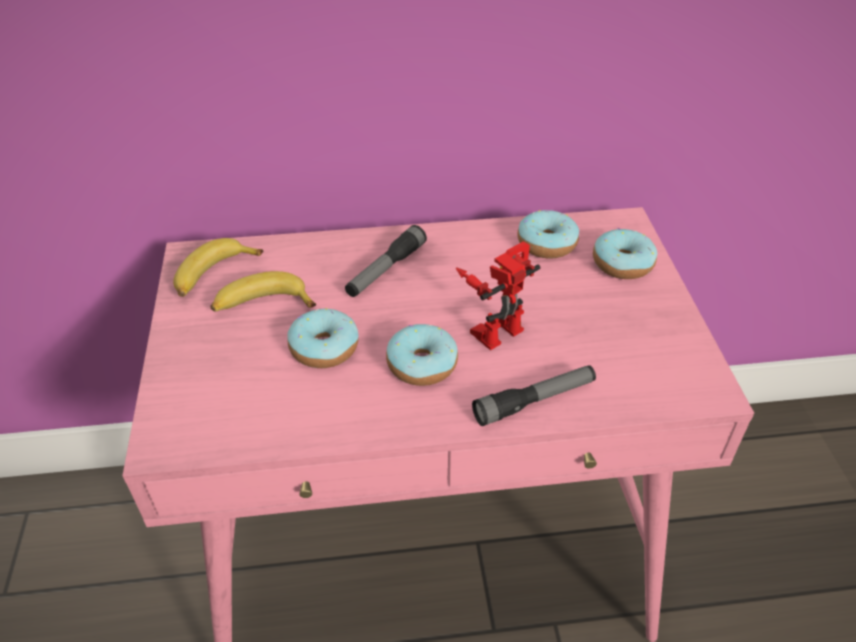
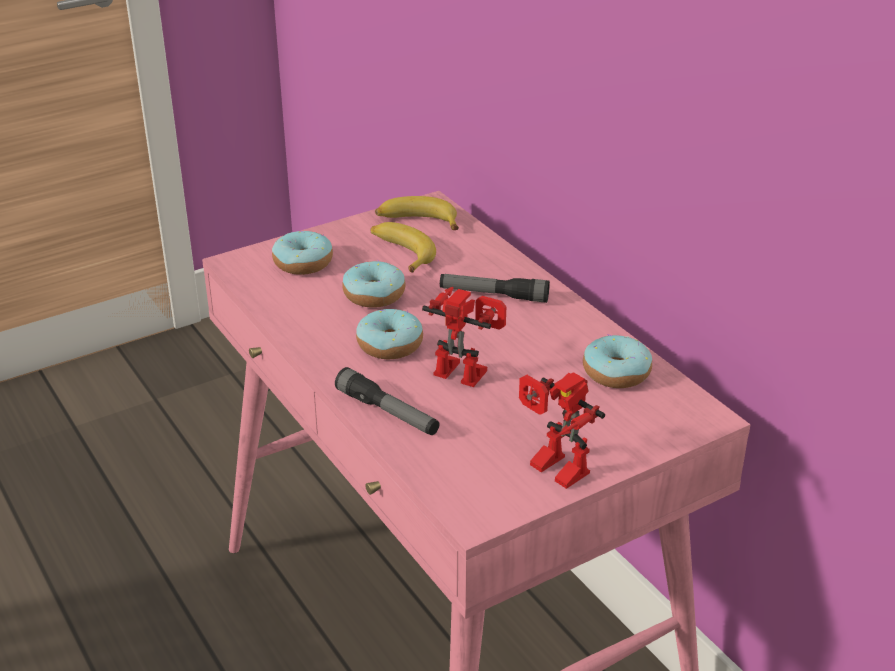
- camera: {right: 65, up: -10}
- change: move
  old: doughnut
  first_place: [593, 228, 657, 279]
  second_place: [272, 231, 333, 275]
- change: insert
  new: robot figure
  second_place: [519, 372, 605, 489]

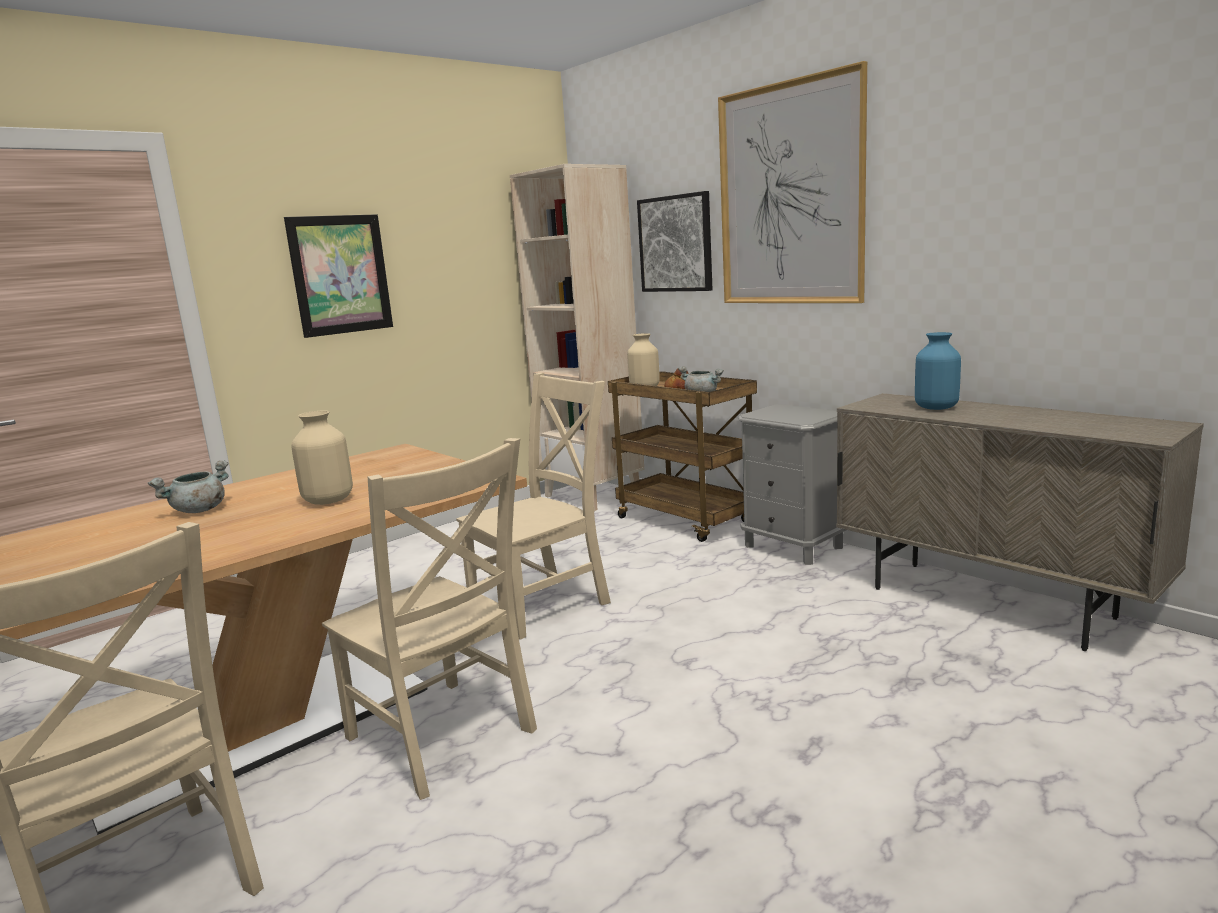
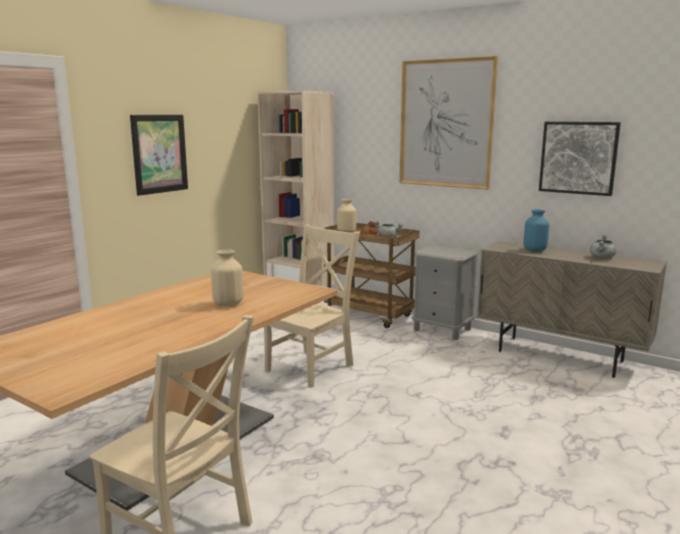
- camera: {right: -15, up: 0}
- change: move
  old: wall art
  first_place: [637, 191, 713, 292]
  second_place: [539, 122, 621, 196]
- change: move
  old: grey stockpot
  first_place: [148, 460, 229, 513]
  second_place: [590, 235, 616, 259]
- change: delete
  old: beige chair
  first_place: [322, 438, 537, 800]

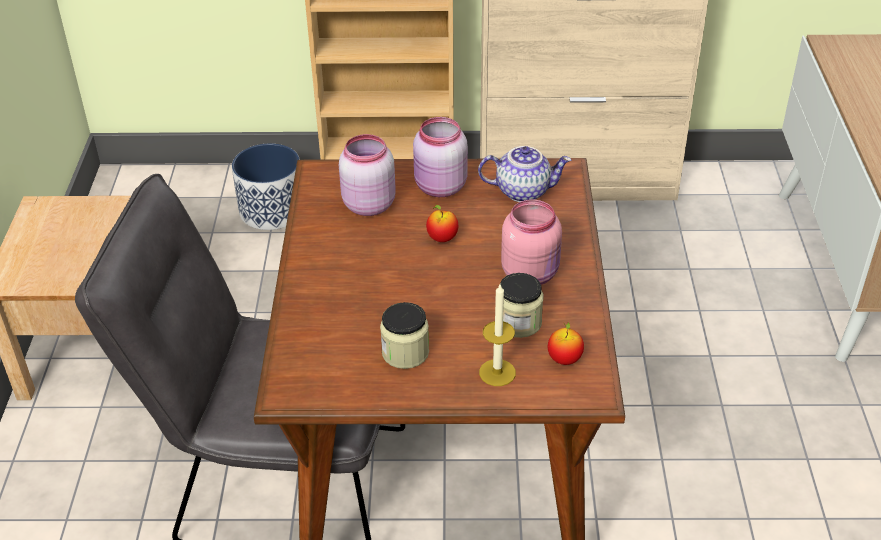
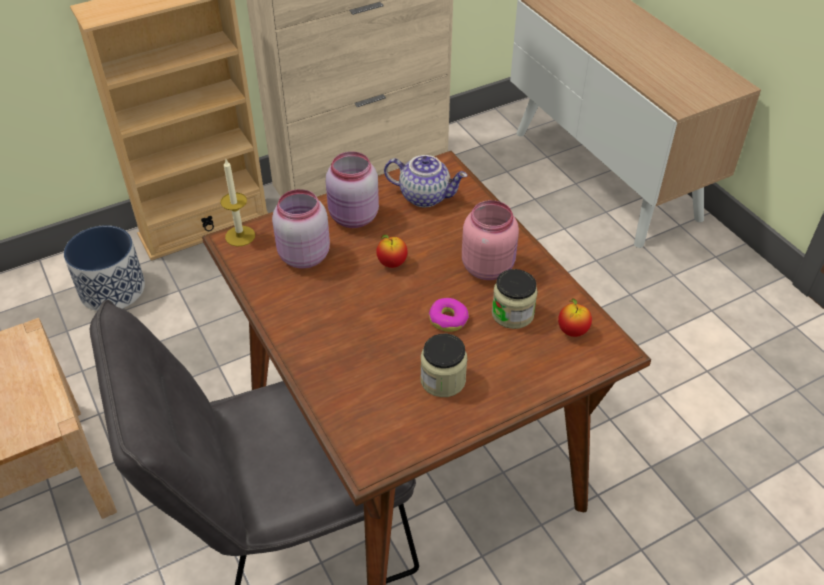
- camera: {right: -30, up: 5}
- change: move
  old: candle
  first_place: [479, 284, 516, 386]
  second_place: [220, 159, 255, 247]
- change: rotate
  old: pot for tea
  first_place: [478, 146, 572, 202]
  second_place: [384, 155, 468, 207]
  degrees: 45
- change: insert
  new: doughnut
  second_place: [429, 298, 469, 332]

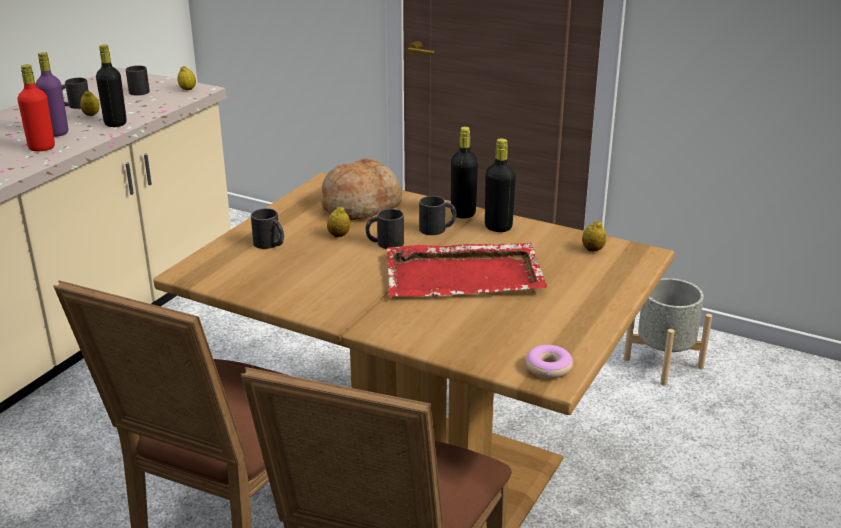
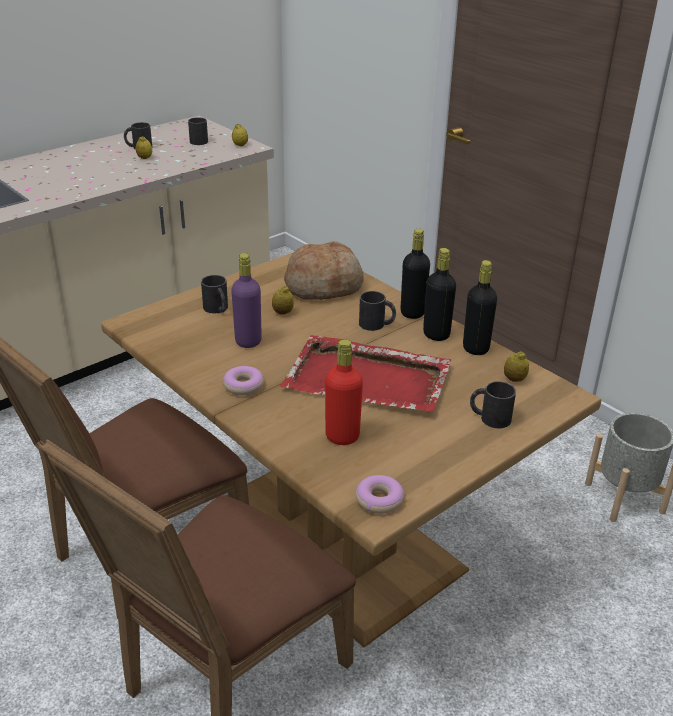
- camera: {right: 20, up: 5}
- change: insert
  new: doughnut
  second_place: [223, 366, 264, 395]
- change: move
  old: purplish bottle
  first_place: [36, 52, 68, 137]
  second_place: [231, 253, 262, 348]
- change: move
  old: red bottle
  first_place: [17, 65, 55, 152]
  second_place: [325, 340, 363, 445]
- change: move
  old: blackish bottle
  first_place: [96, 44, 127, 127]
  second_place: [463, 260, 497, 355]
- change: move
  old: blackish tea mug
  first_place: [365, 209, 404, 249]
  second_place: [470, 381, 516, 428]

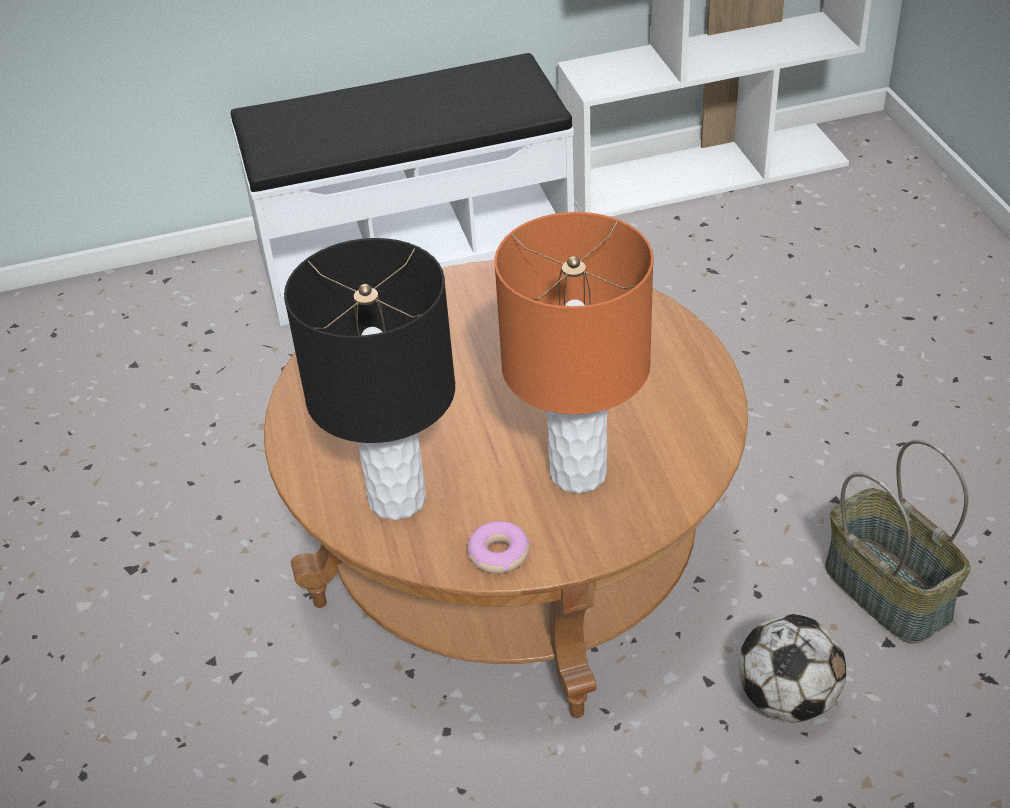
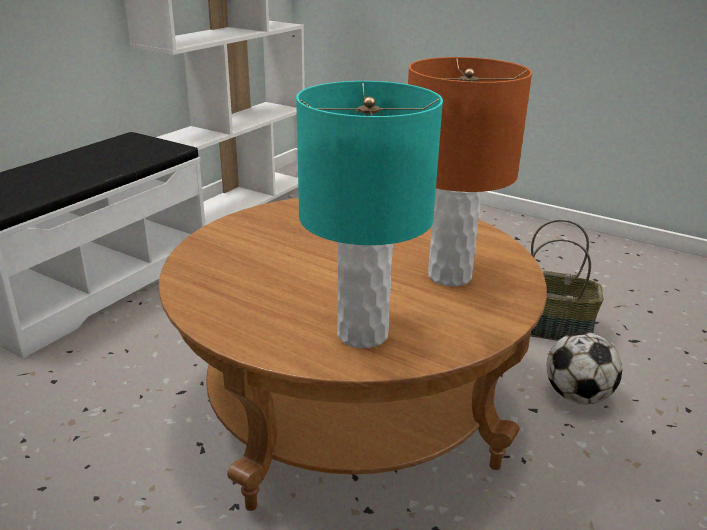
- camera: {right: -45, up: -15}
- change: recolor
  old: blackish table lamp
  new: blue-green table lamp
  first_place: [284, 238, 455, 520]
  second_place: [296, 81, 443, 348]
- change: delete
  old: doughnut
  first_place: [467, 521, 530, 574]

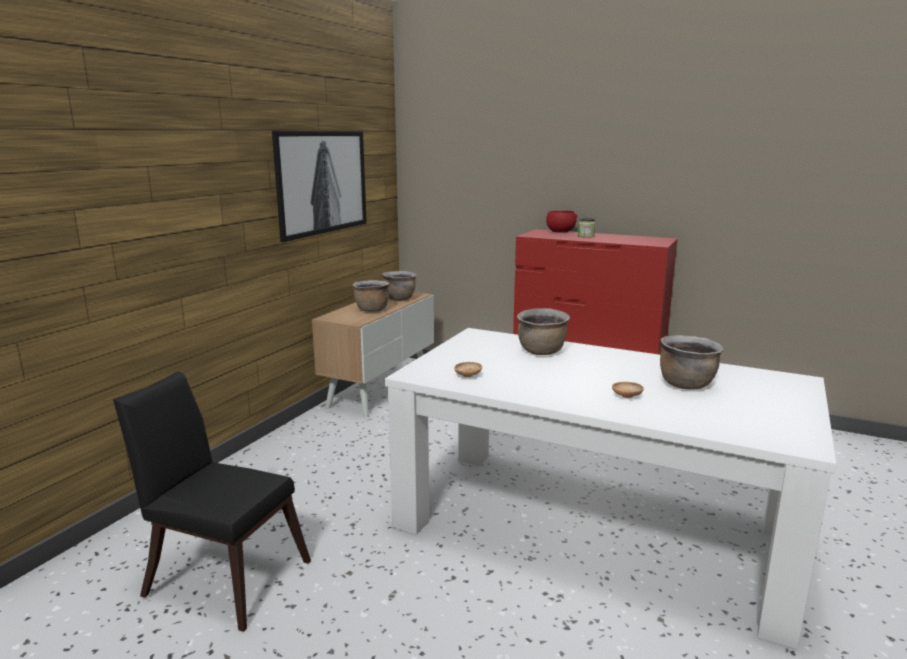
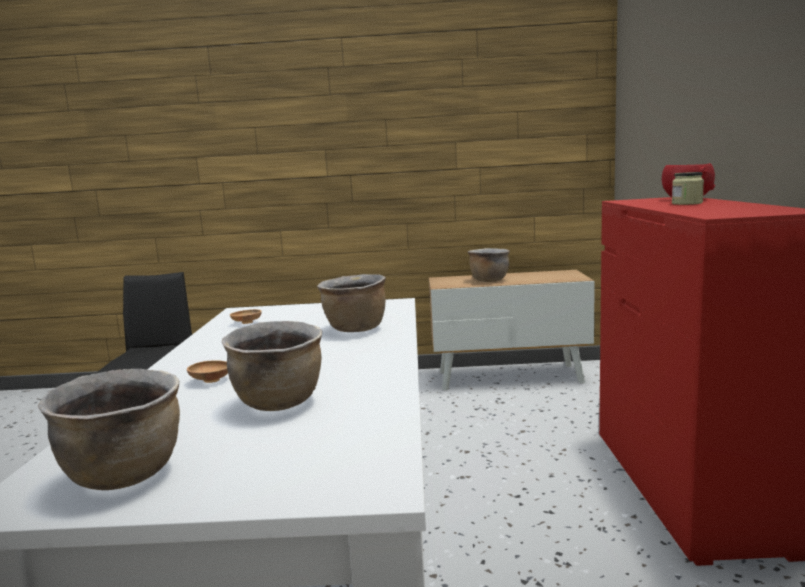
- camera: {right: 65, up: -5}
- change: move
  old: brownish stockpot
  first_place: [382, 271, 416, 301]
  second_place: [38, 369, 180, 490]
- change: delete
  old: wall art
  first_place: [272, 131, 367, 242]

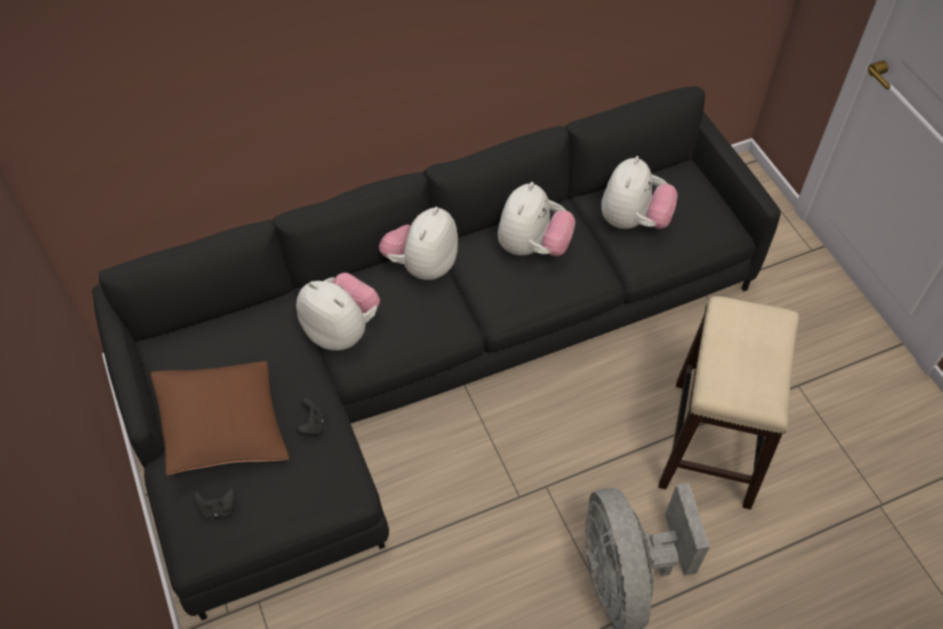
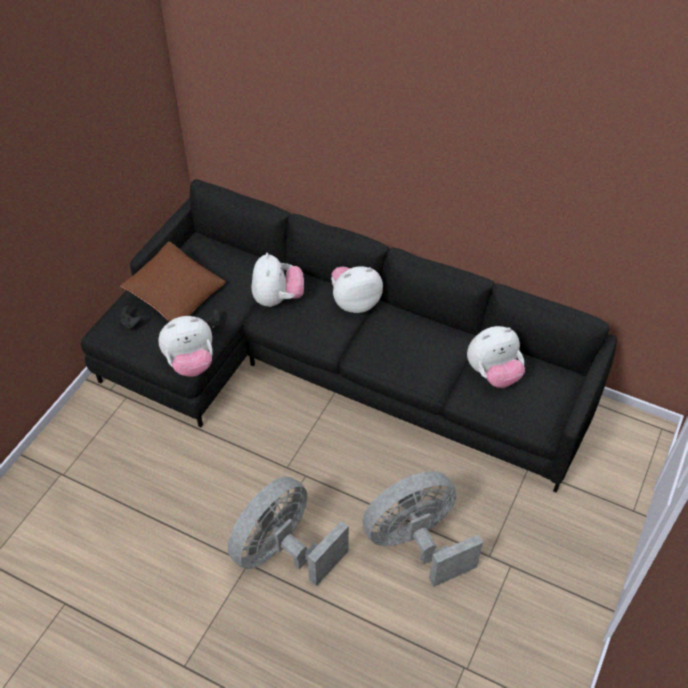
- camera: {right: 50, up: -5}
- change: move
  old: plush toy
  first_place: [498, 182, 576, 256]
  second_place: [158, 316, 213, 377]
- change: replace
  old: stool
  new: grey fan
  first_place: [658, 296, 799, 509]
  second_place: [362, 471, 483, 587]

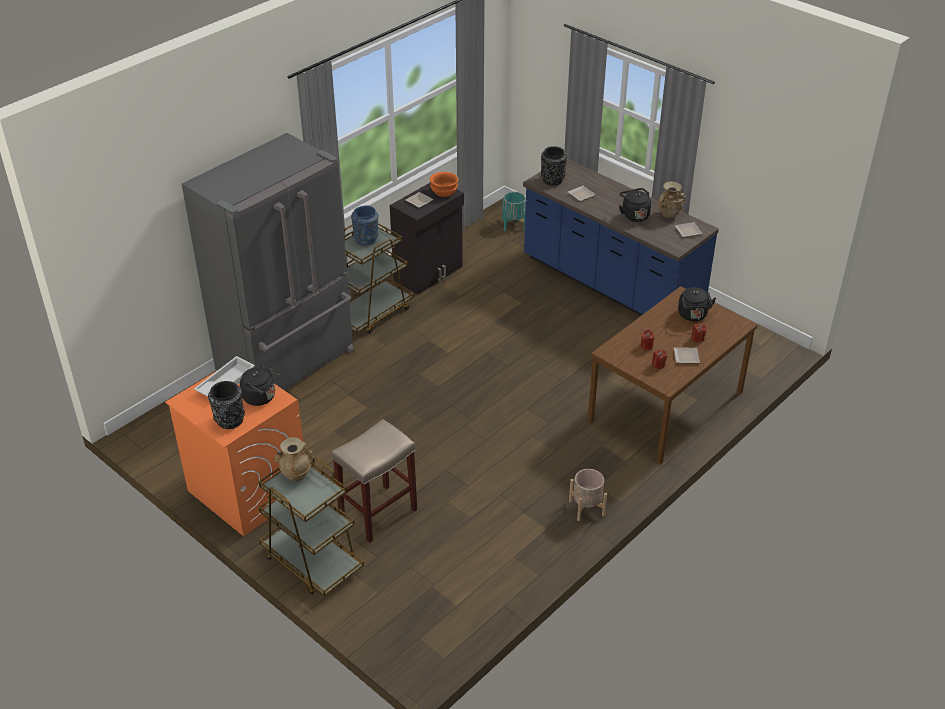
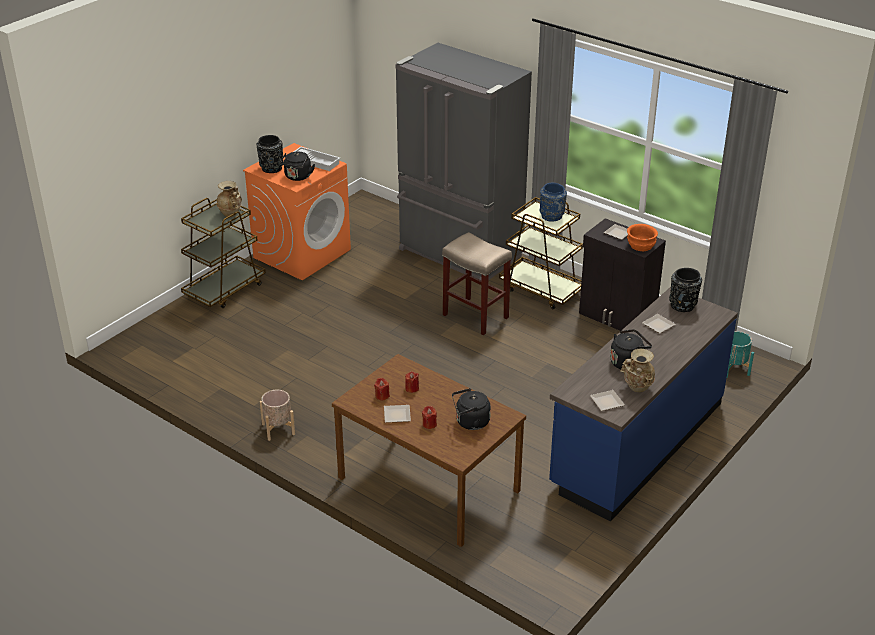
- camera: {right: 85, up: -5}
- change: move
  old: beige stool
  first_place: [332, 419, 417, 543]
  second_place: [442, 232, 512, 335]

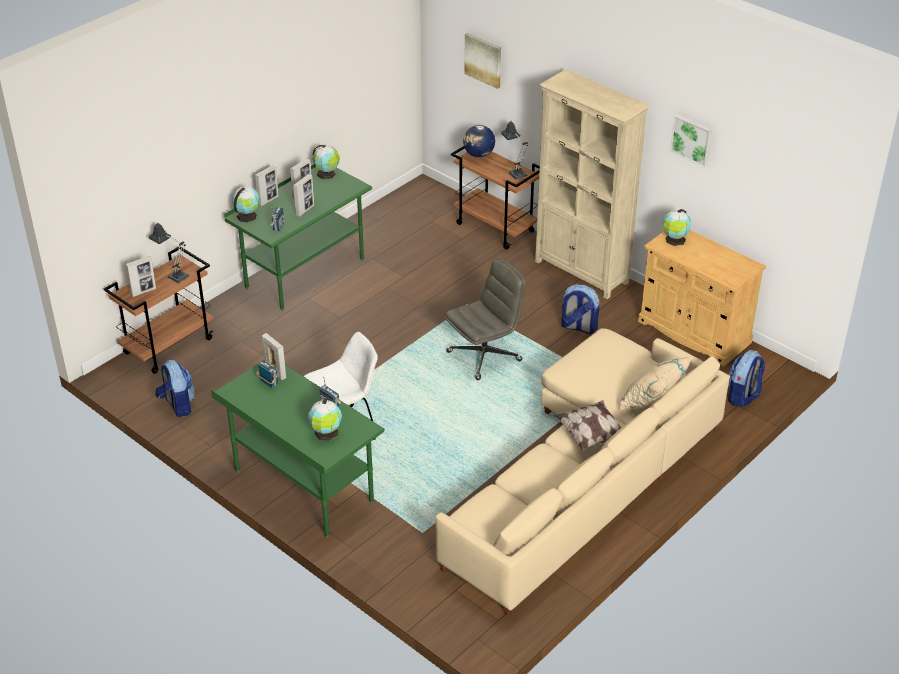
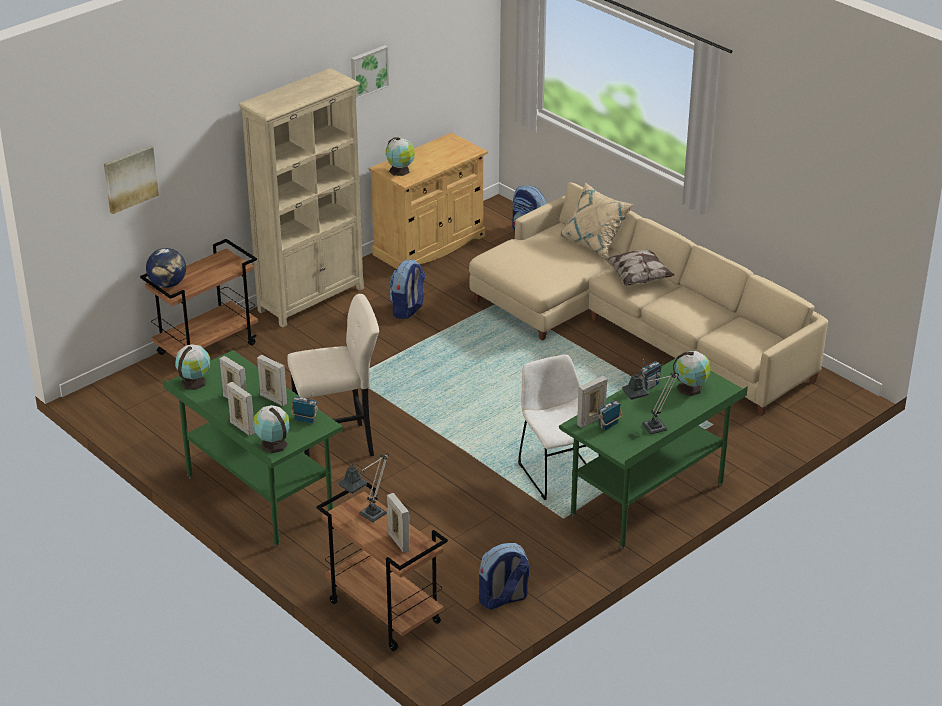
- camera: {right: -85, up: -5}
- change: insert
  new: beige stool
  second_place: [287, 294, 379, 457]
- change: move
  old: table lamp
  first_place: [501, 121, 528, 179]
  second_place: [622, 372, 679, 434]
- change: delete
  old: grey office chair
  first_place: [445, 258, 526, 380]

